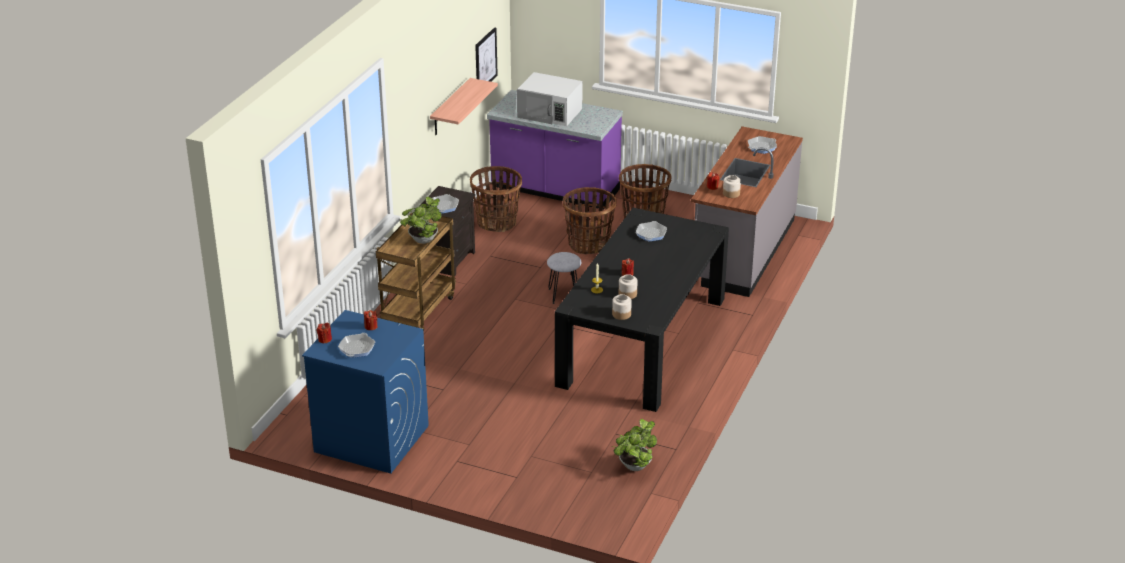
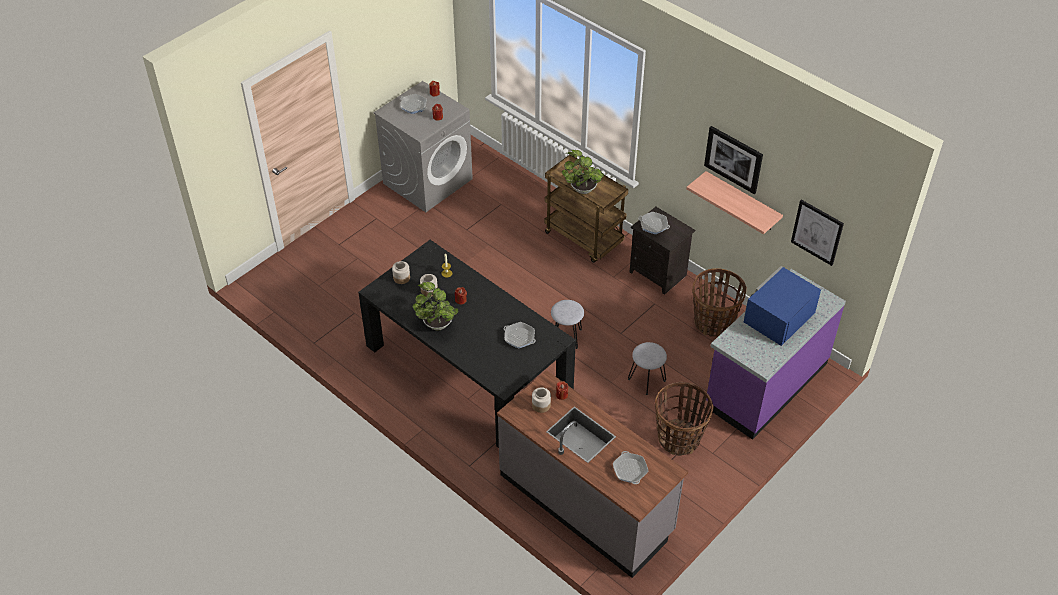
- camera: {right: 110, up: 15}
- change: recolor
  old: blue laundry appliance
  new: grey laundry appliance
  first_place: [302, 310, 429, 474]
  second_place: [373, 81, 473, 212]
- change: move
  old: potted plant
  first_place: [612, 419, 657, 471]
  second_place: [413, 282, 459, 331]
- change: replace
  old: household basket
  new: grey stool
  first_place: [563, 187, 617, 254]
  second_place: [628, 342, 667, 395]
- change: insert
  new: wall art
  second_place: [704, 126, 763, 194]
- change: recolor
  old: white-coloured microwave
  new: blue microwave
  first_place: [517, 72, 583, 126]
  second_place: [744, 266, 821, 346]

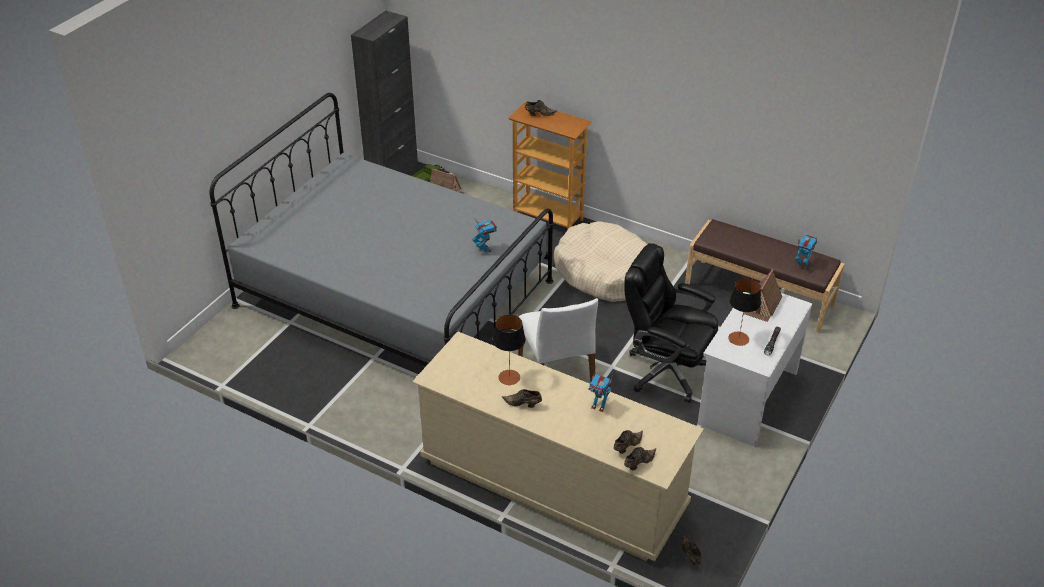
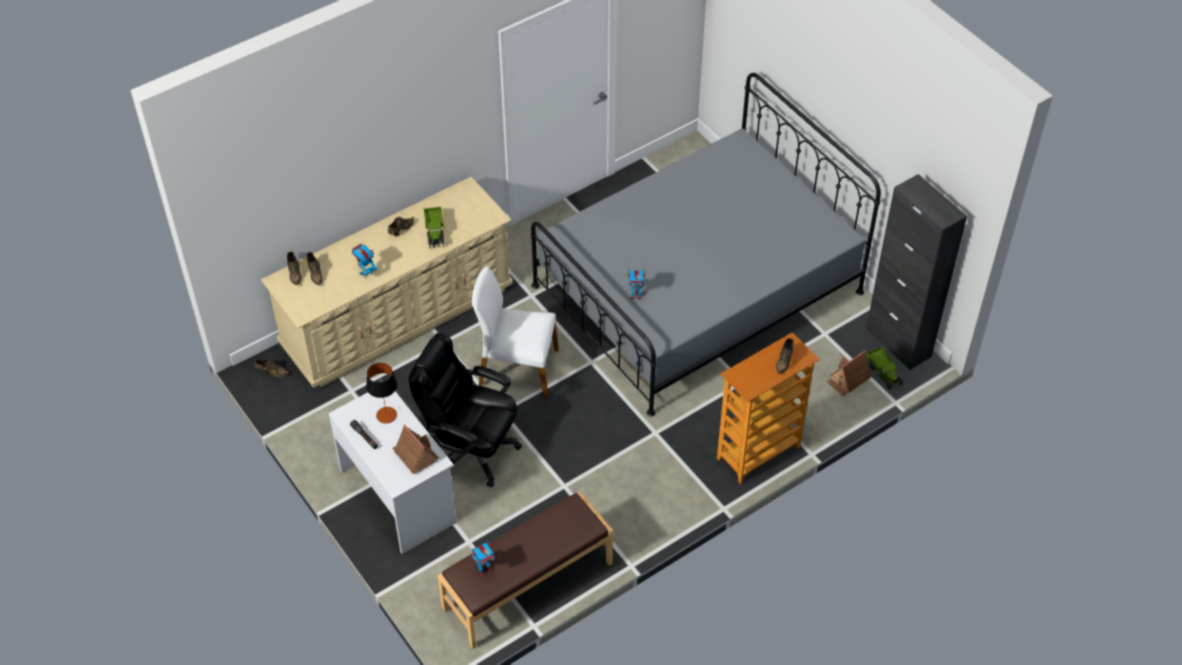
- camera: {right: 115, up: 10}
- change: rotate
  old: blackish office chair
  first_place: [624, 243, 718, 403]
  second_place: [409, 333, 522, 488]
  degrees: -120
- change: replace
  old: table lamp
  new: toy truck
  first_place: [493, 315, 526, 385]
  second_place: [424, 207, 444, 248]
- change: delete
  old: beige dog bed
  first_place: [554, 221, 647, 302]

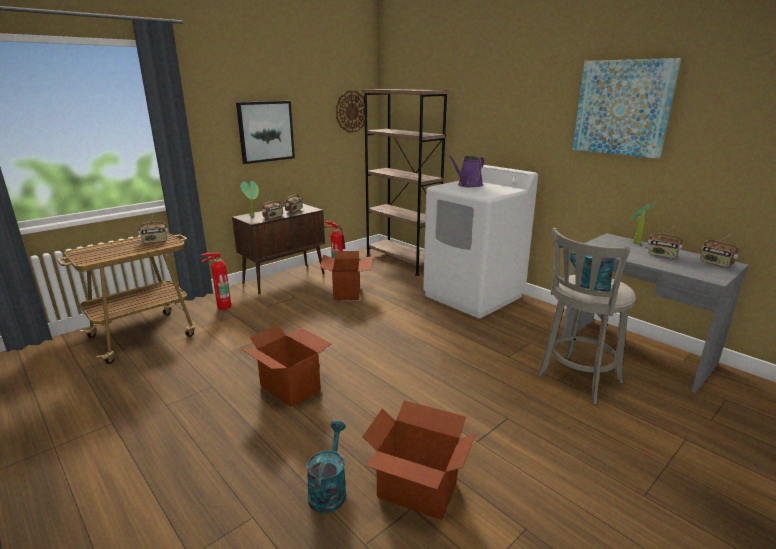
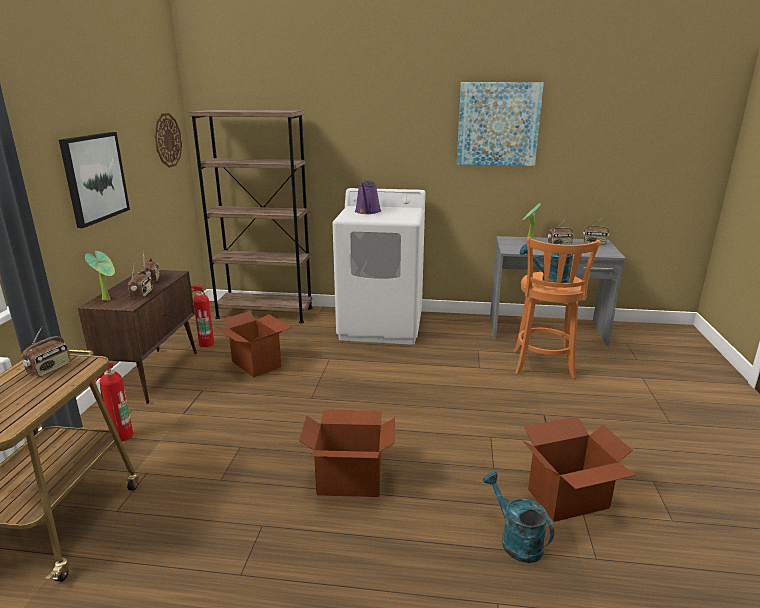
- camera: {right: -40, up: 0}
- change: recolor
  old: grey stool
  new: orange-coloured stool
  first_place: [537, 228, 636, 405]
  second_place: [513, 237, 600, 379]

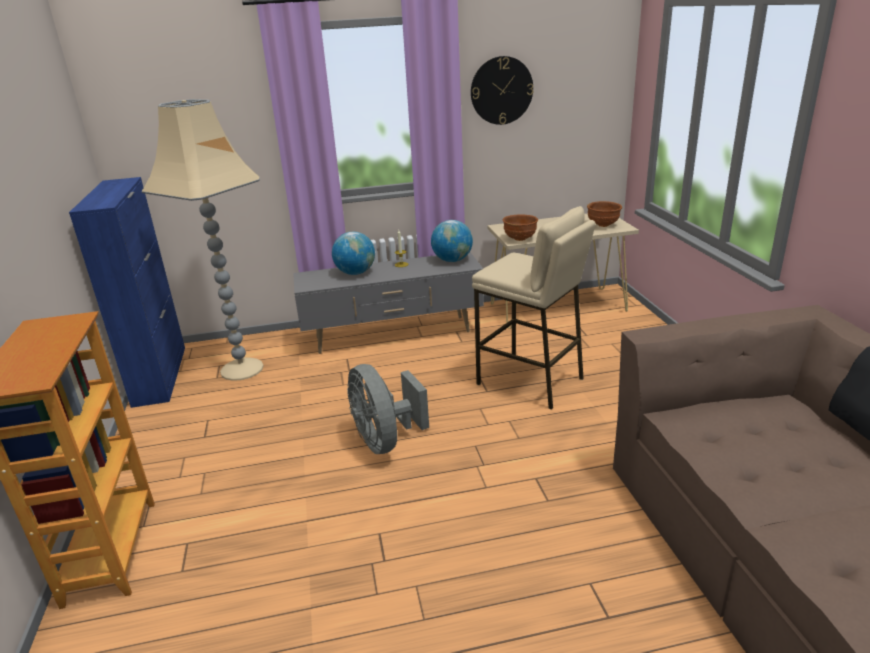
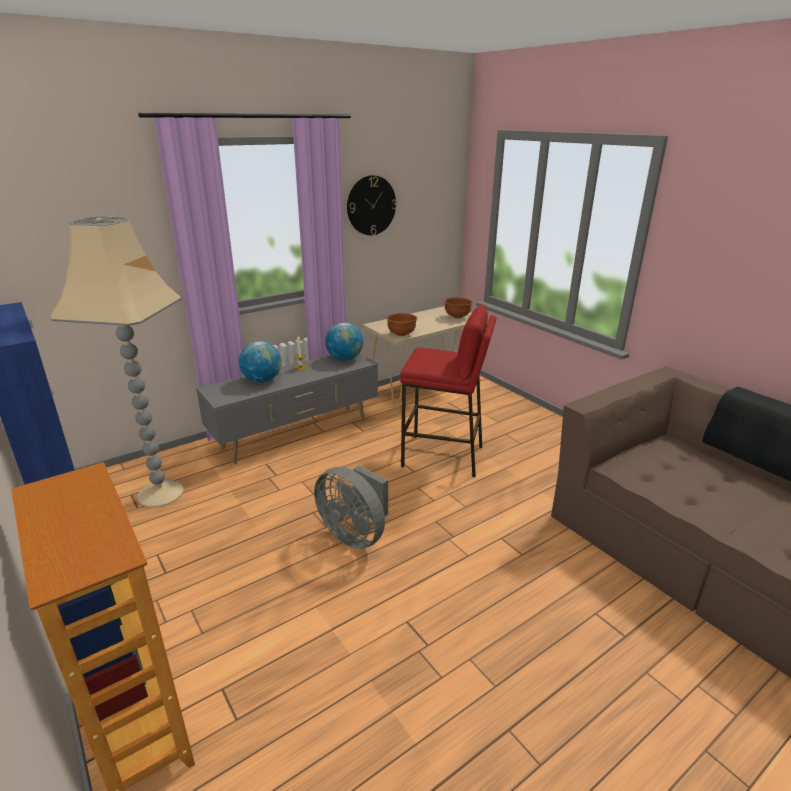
- camera: {right: -25, up: 0}
- change: recolor
  old: beige stool
  new: red stool
  first_place: [472, 206, 596, 410]
  second_place: [400, 304, 497, 477]

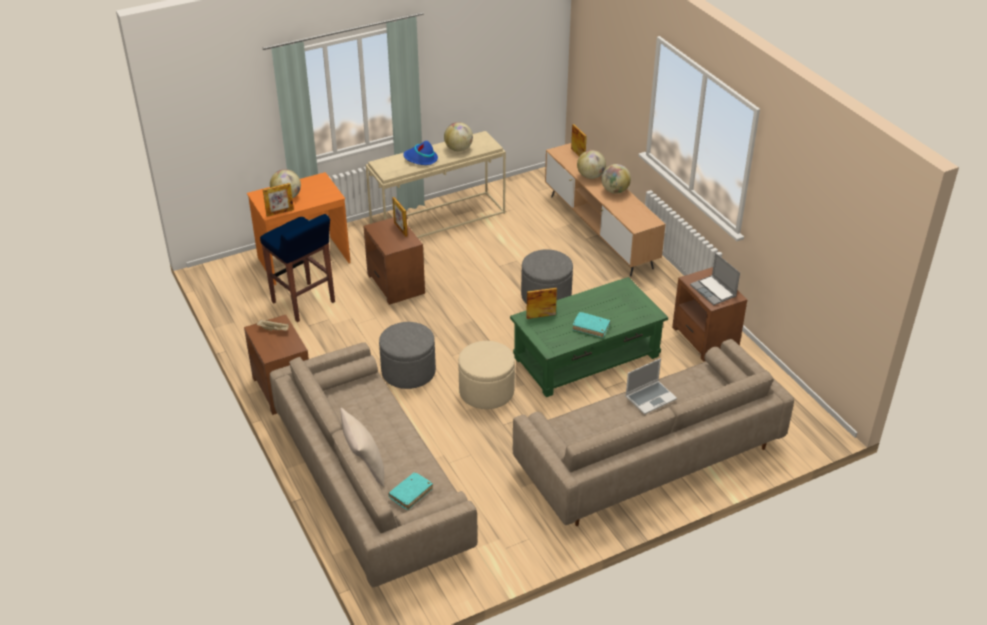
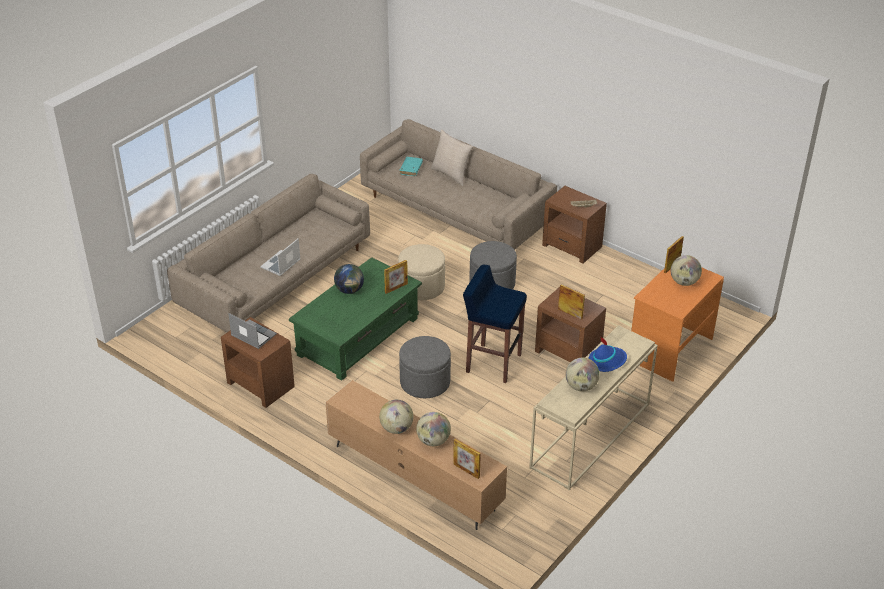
- camera: {right: 155, up: 0}
- change: replace
  old: blue-green book
  new: globe
  first_place: [572, 312, 610, 338]
  second_place: [334, 264, 364, 294]
- change: move
  old: blue stool
  first_place: [260, 214, 335, 322]
  second_place: [463, 265, 527, 383]

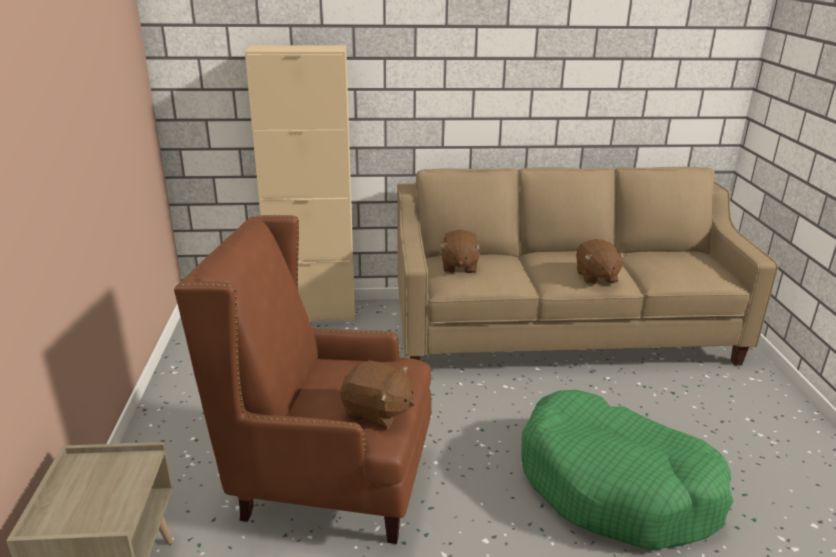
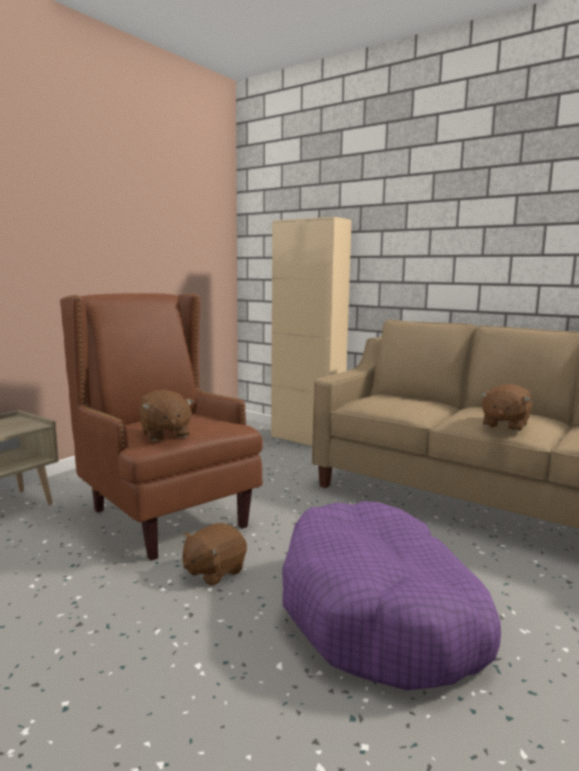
- camera: {right: 40, up: -15}
- change: move
  old: brownish plush toy
  first_place: [440, 230, 482, 273]
  second_place: [183, 523, 247, 586]
- change: recolor
  old: greenish dog bed
  new: purplish dog bed
  first_place: [521, 390, 734, 550]
  second_place: [282, 501, 501, 690]

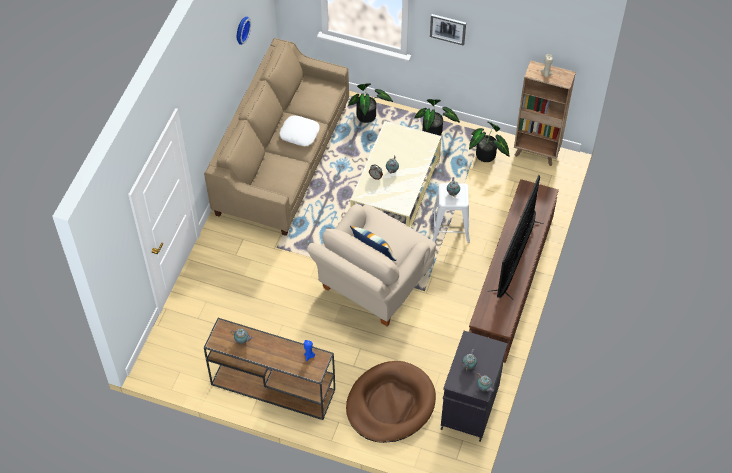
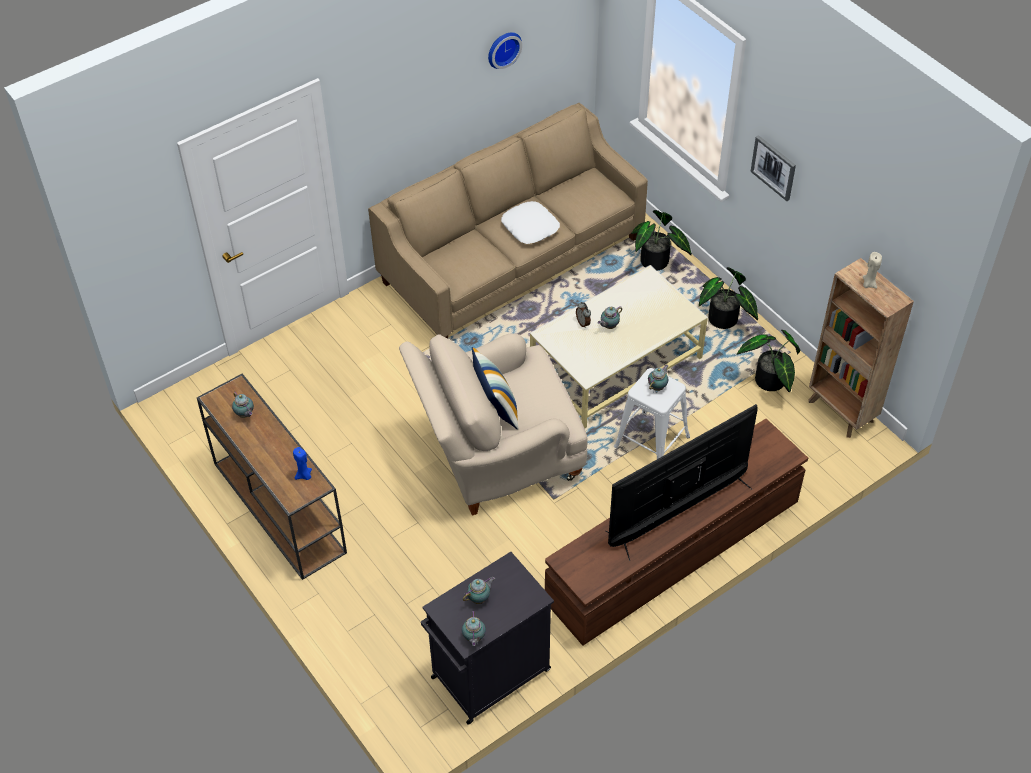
- camera: {right: 35, up: -5}
- change: delete
  old: brownish dog bed
  first_place: [346, 361, 436, 443]

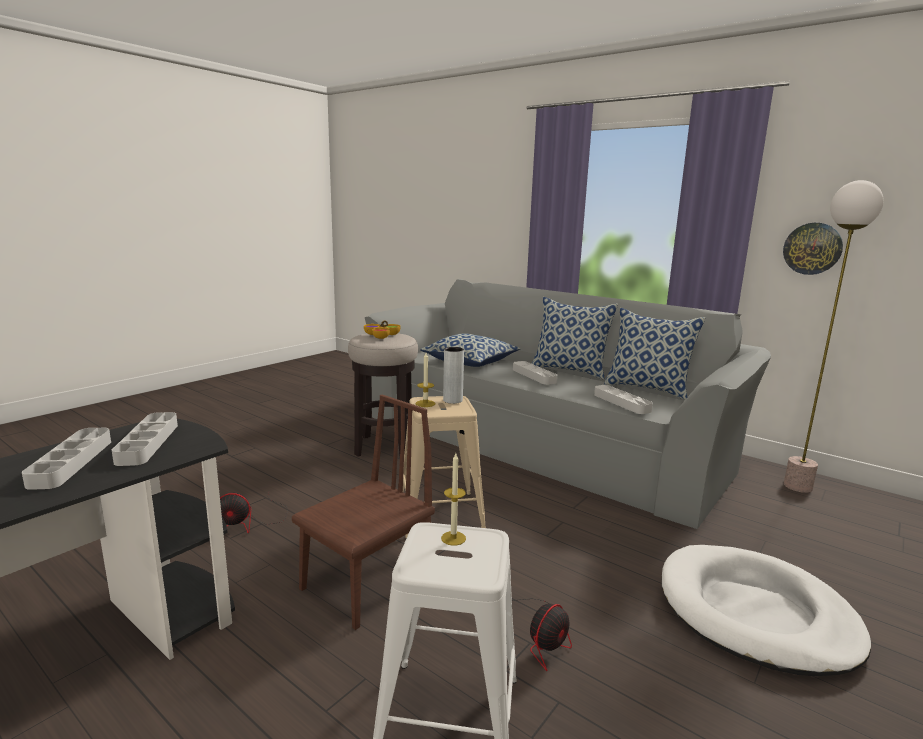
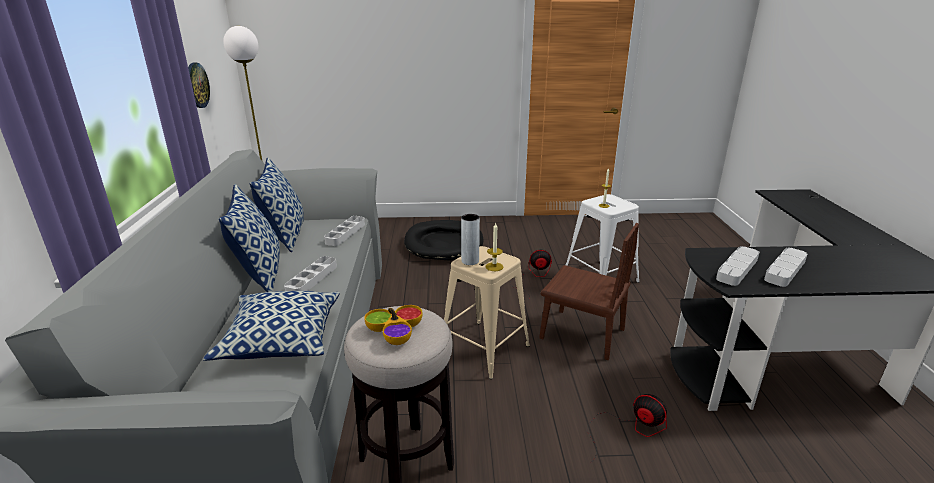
- camera: {right: -130, up: 10}
- change: recolor
  old: white-coloured dog bed
  new: blackish dog bed
  first_place: [662, 545, 871, 676]
  second_place: [404, 220, 484, 261]
- change: rotate
  old: brownish chair
  first_place: [292, 395, 435, 630]
  second_place: [540, 223, 639, 360]
  degrees: -150

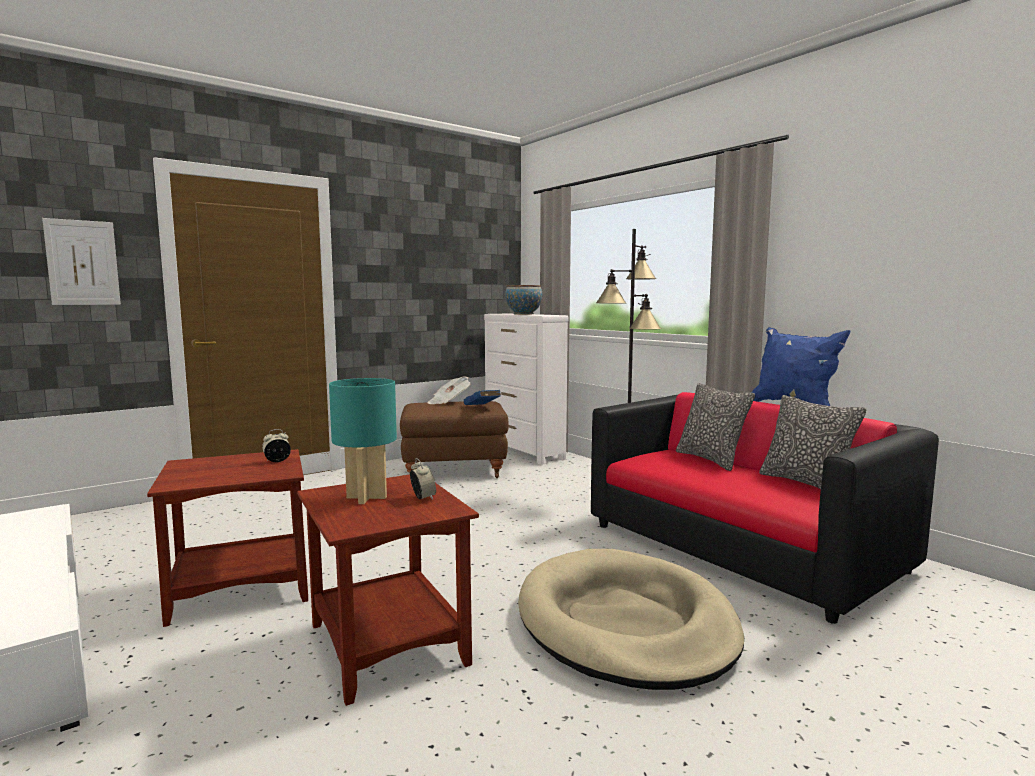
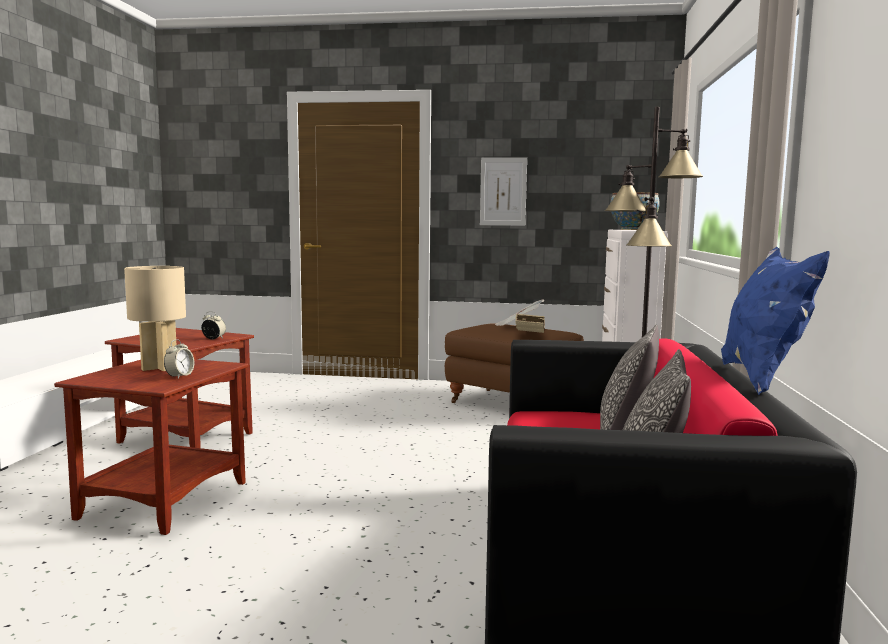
- camera: {right: 45, up: 0}
- change: recolor
  old: blue-green table lamp
  new: beige table lamp
  first_place: [329, 378, 397, 504]
  second_place: [124, 266, 186, 371]
- change: move
  old: wall art
  first_place: [42, 218, 121, 305]
  second_place: [480, 157, 527, 226]
- change: recolor
  old: blue book
  new: beige book
  first_place: [464, 390, 501, 405]
  second_place: [515, 314, 545, 333]
- change: delete
  old: beige dog bed
  first_place: [518, 549, 744, 690]

